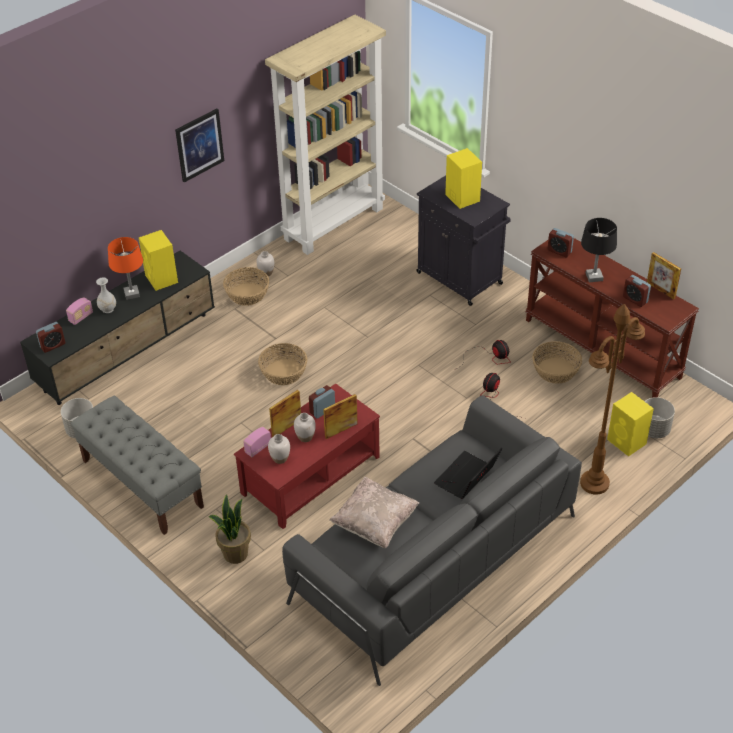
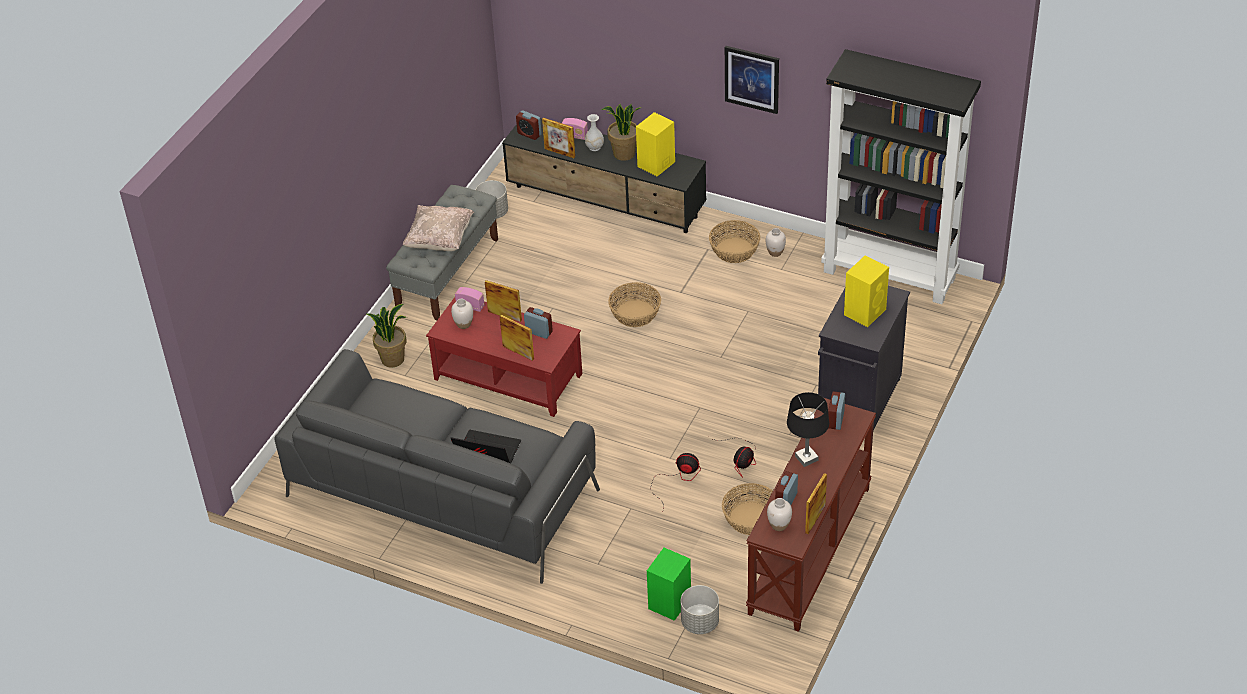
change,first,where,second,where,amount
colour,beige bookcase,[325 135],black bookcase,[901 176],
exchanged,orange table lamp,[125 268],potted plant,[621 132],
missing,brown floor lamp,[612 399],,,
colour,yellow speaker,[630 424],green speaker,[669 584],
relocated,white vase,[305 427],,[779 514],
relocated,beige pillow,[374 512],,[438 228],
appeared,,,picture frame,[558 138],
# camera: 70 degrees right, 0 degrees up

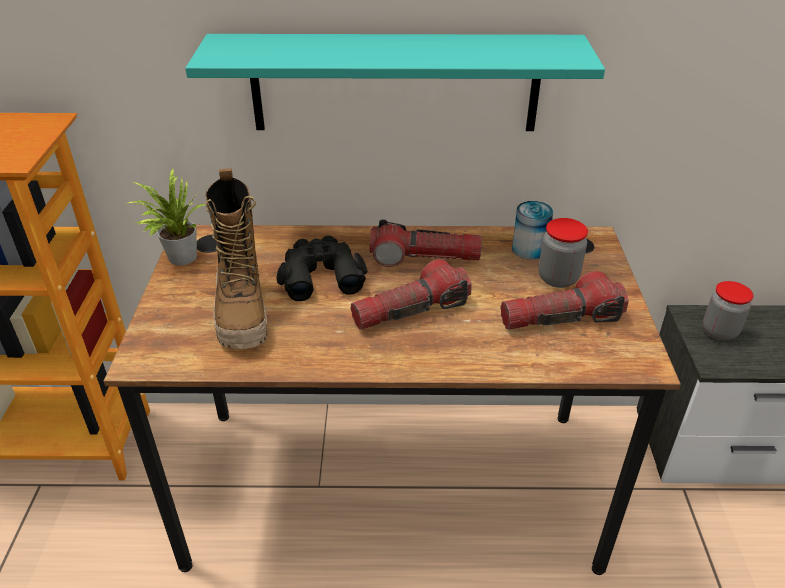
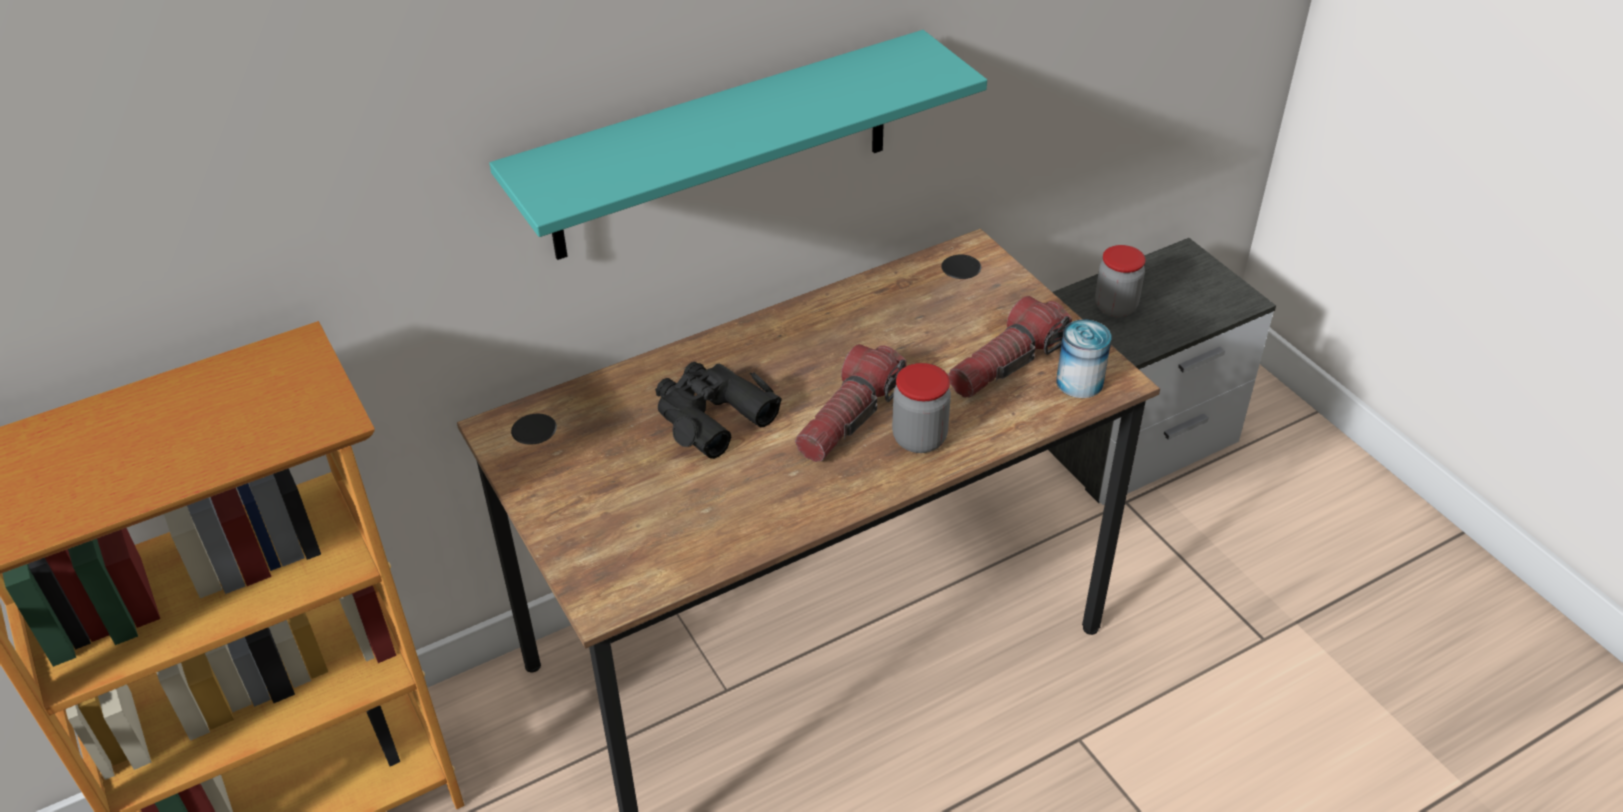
change,first,where,second,where,amount
missing,potted plant,[165 217],,,
missing,boot,[236 258],,,
relocated,can,[532 230],,[1083 358],
relocated,jar,[563 253],,[921 408],
missing,flashlight,[426 243],,,
# camera: 30 degrees left, 5 degrees up

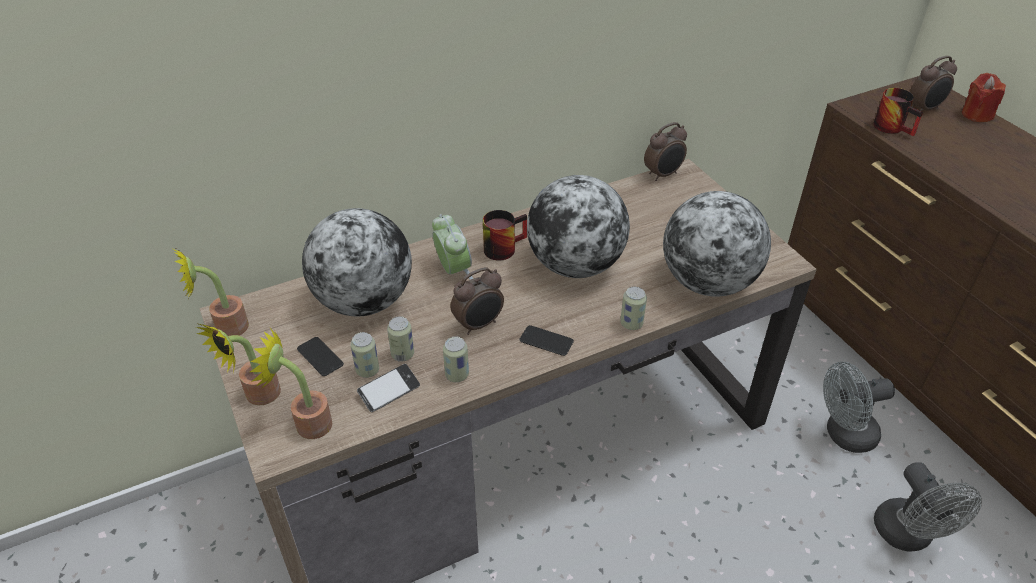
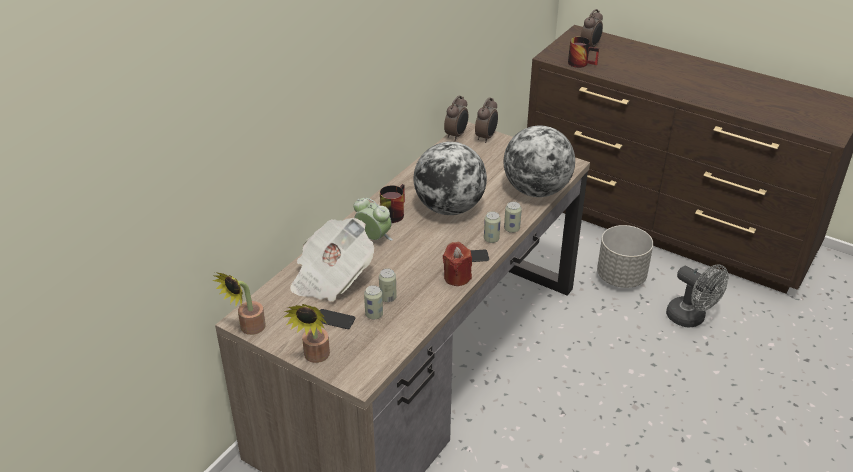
change,first,where,second,where,amount
relocated,red candle,[984 97],,[457 264],
exchanged,globe,[357 262],newspaper,[332 260],
relocated,alarm clock,[477 301],,[486 120],
missing,potted plant,[291 383],,,
relocated,can,[456 359],,[492 227],
exchanged,grey fan,[859 407],grey planter,[625 256],
missing,phone,[388 388],,,
# camera: 30 degrees left, 5 degrees down

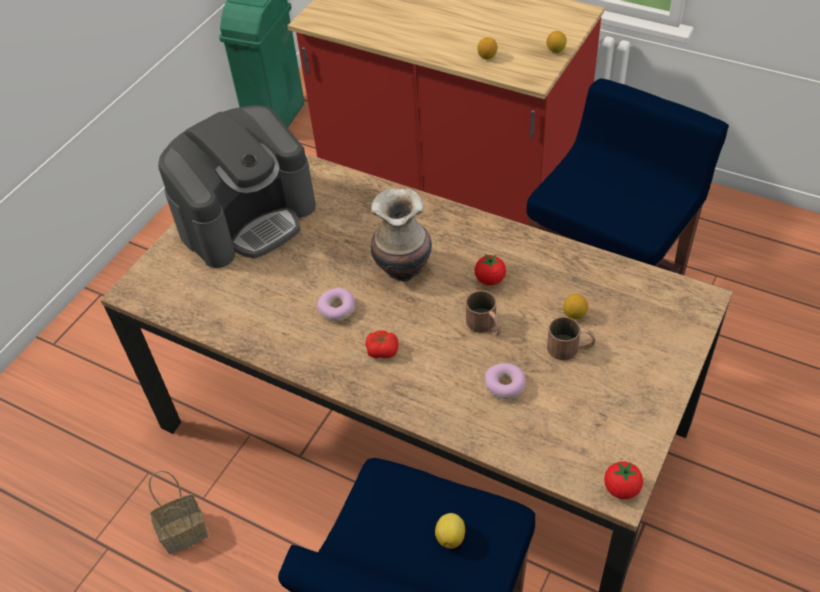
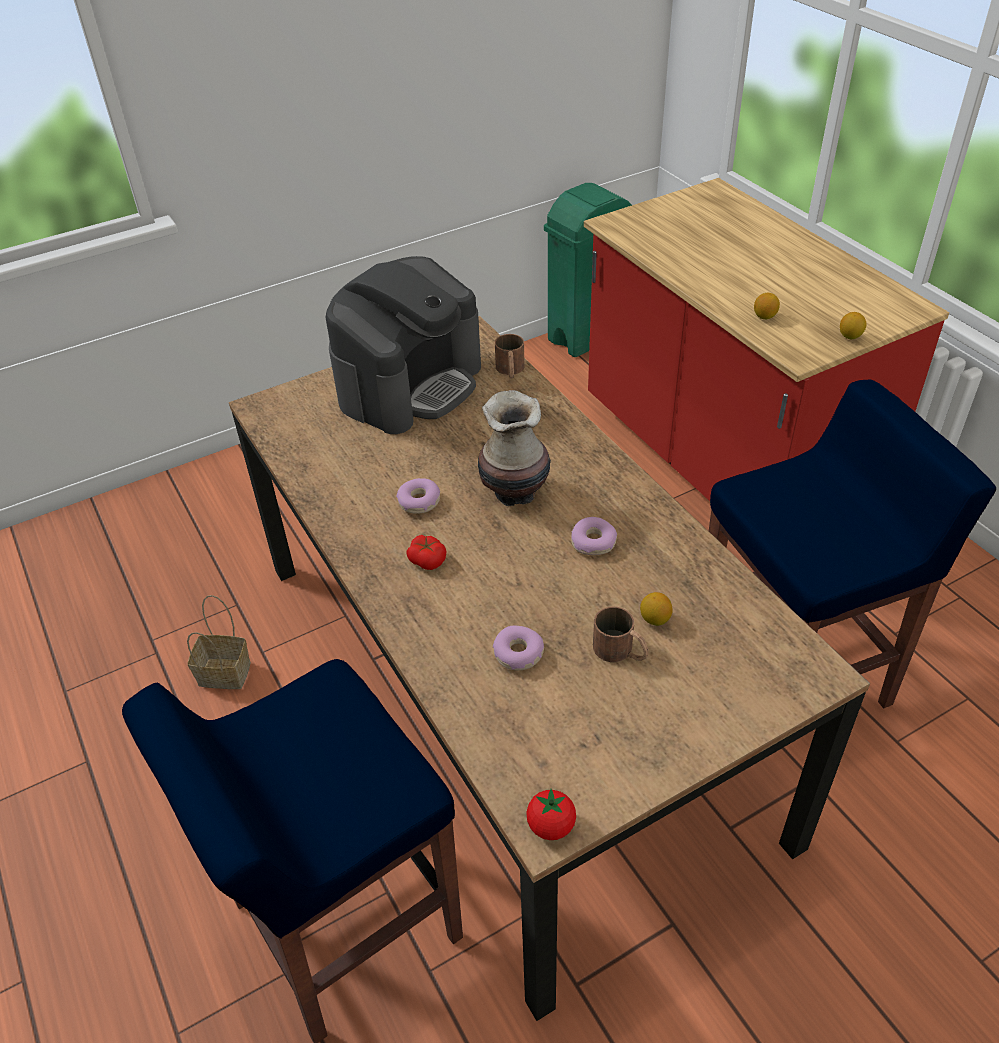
change,first,where,second,where,amount
spun,coffee machine,[237 186],,[403 345],45 degrees counterclockwise
exchanged,tomato,[490 269],donut,[594 536],
relocated,brown mug,[483 313],,[510 356],
missing,lemon,[450 531],,,
# camera: 30 degrees right, 5 degrees down

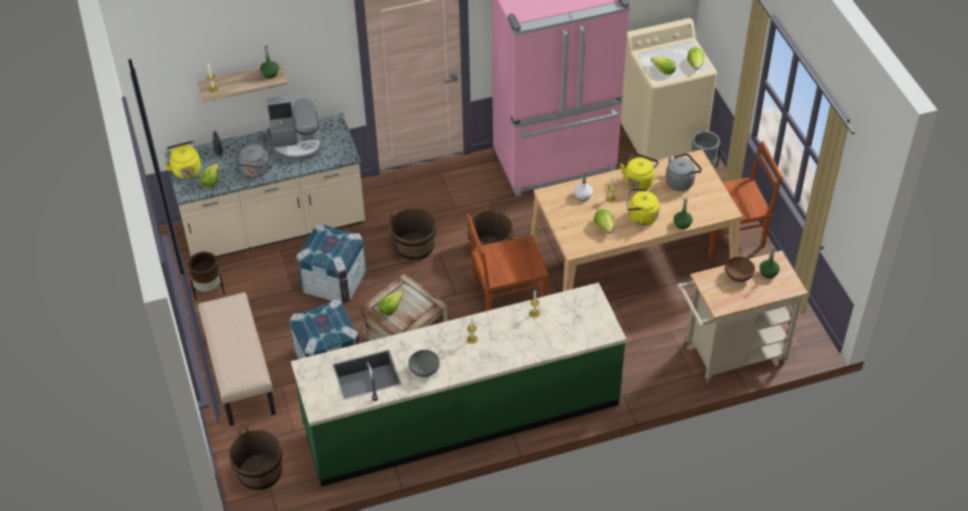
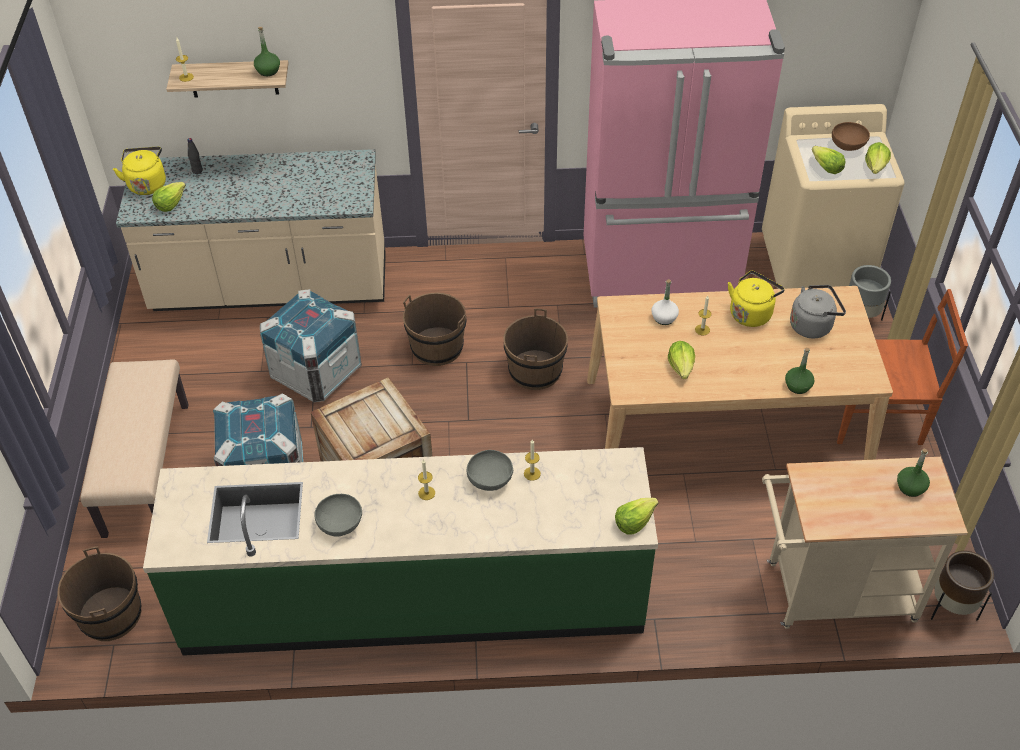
change,first,where,second,where,amount
missing,coffee machine,[295 126],,,
missing,grey kettle,[254 161],,,
missing,yellow kettle,[643 207],,,
missing,brown chair,[508 262],,,
relocated,brown planter,[206 276],,[962 586],
relocated,brown bowl,[740 269],,[851 136],
relocated,lettuce,[390 304],,[636 516],
appeared,,,grey bowl,[490 470],
# camera: 15 degrees right, 0 degrees up

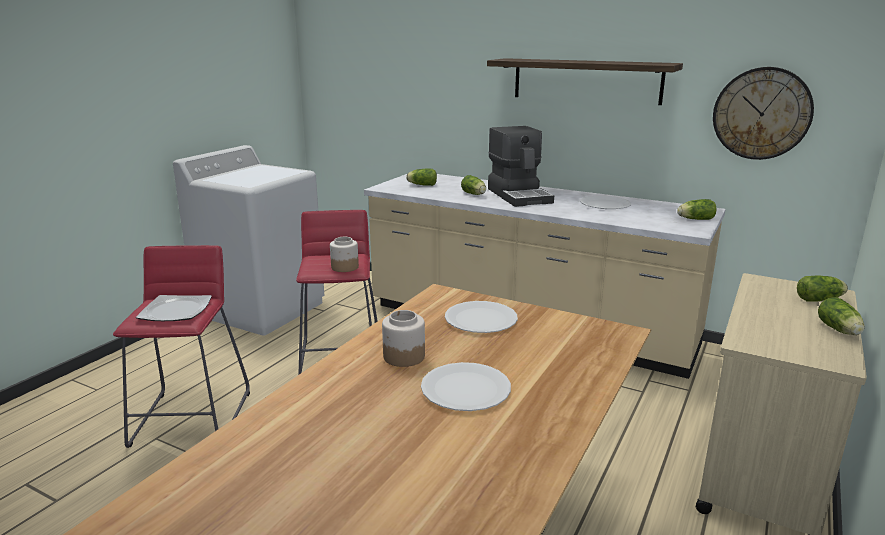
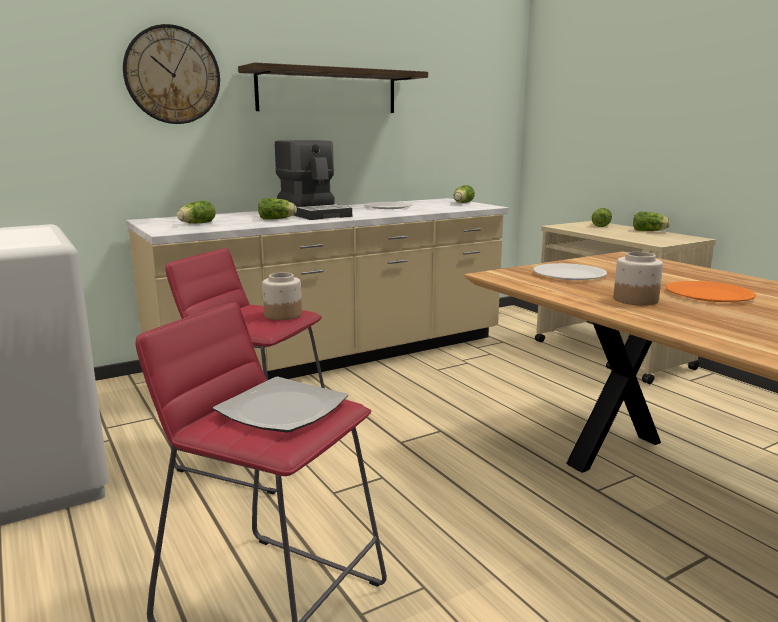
change,first,where,second,where,amount
relocated,wall clock,[763 113],,[171 74],
spun,coffee machine,[521 166],,[313 180],45 degrees clockwise
colour,white plate,[466 386],orange plate,[711 291],
# camera: 60 degrees left, 5 degrees down

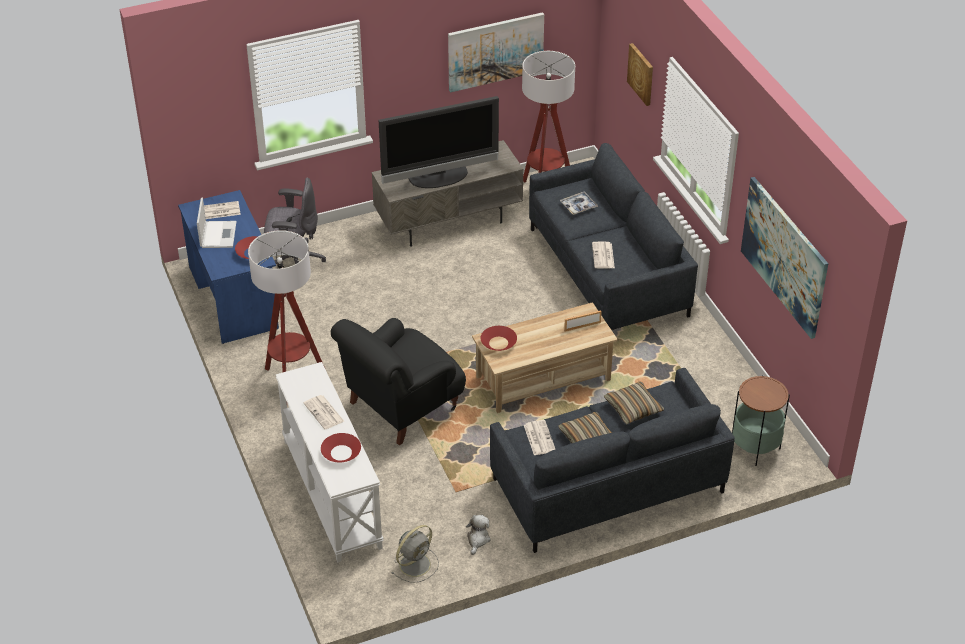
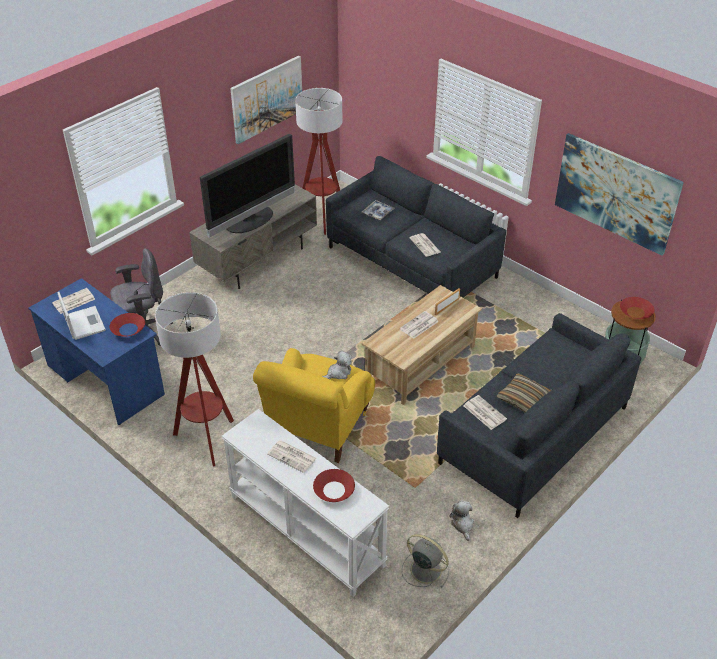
change,first,where,second,where,amount
missing,picture,[640 74],,,
colour,black armchair,[398 381],yellow armchair,[314 405],
relocated,red bowl,[498 338],,[637 308],
missing,pillow,[634 403],,,
spun,grey fan,[415 554],,[425 561],75 degrees counterclockwise
appeared,,,newspaper,[419 325],
appeared,,,plush toy,[337 365],
# camera: 25 degrees left, 0 degrees up

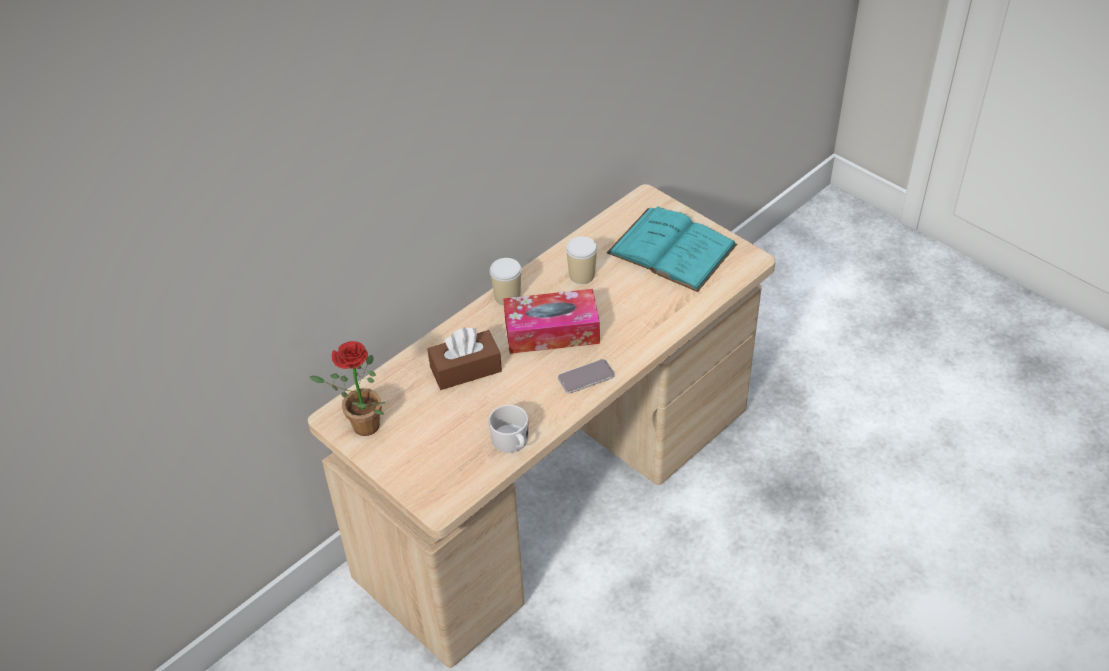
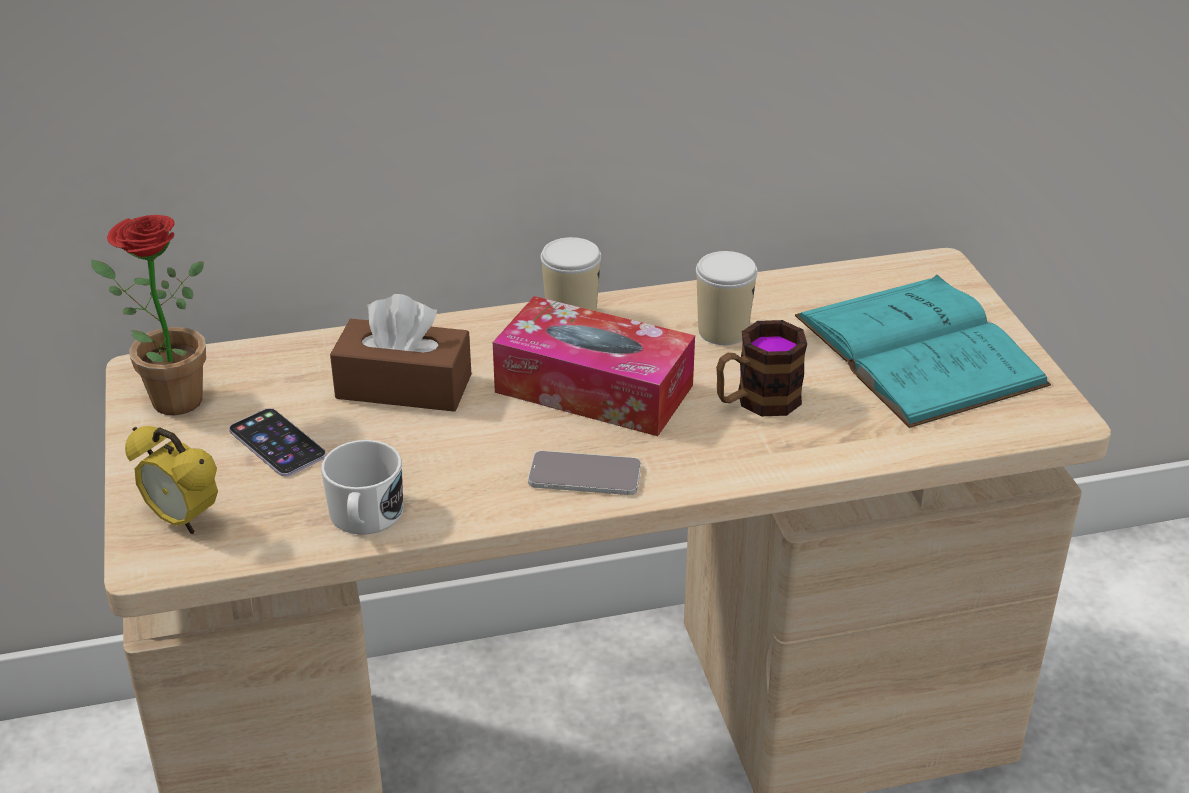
change,first,where,second,where,amount
appeared,,,mug,[761 368],
appeared,,,phone,[277 442],
appeared,,,alarm clock,[171 480],
# camera: 30 degrees right, 10 degrees down

